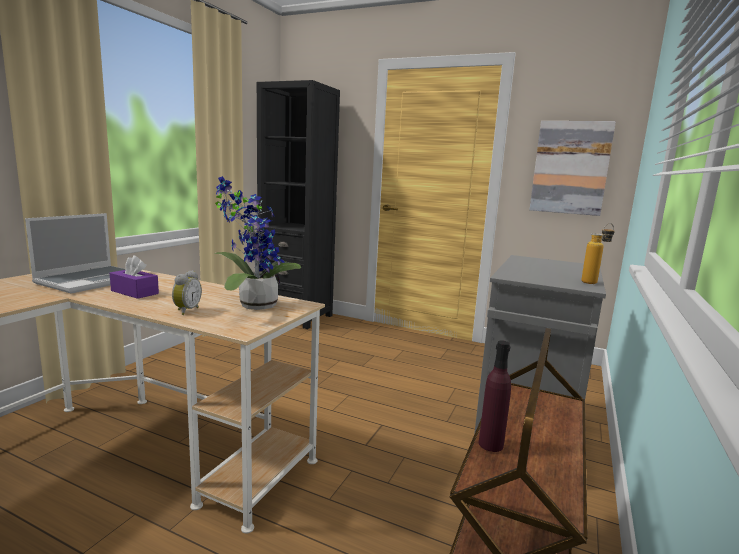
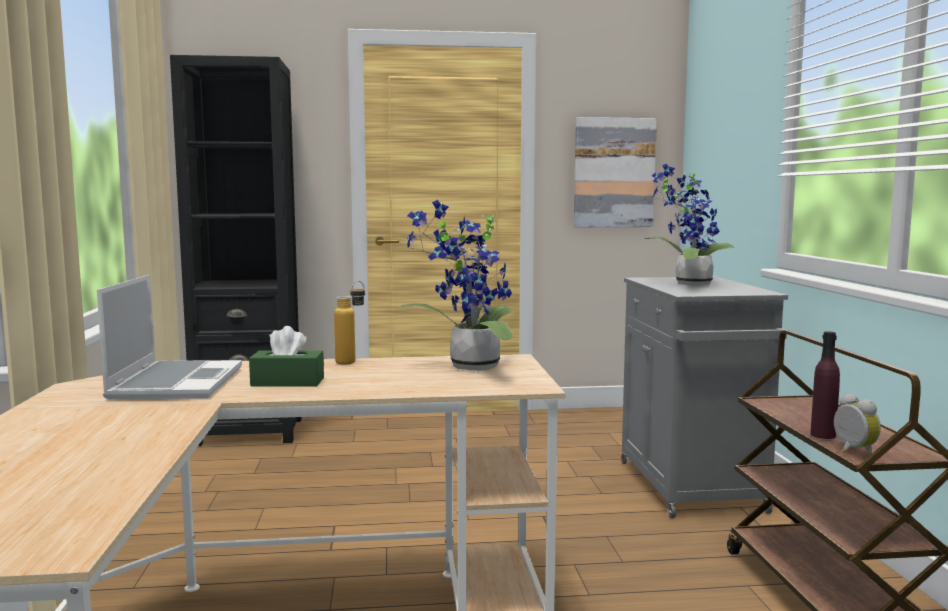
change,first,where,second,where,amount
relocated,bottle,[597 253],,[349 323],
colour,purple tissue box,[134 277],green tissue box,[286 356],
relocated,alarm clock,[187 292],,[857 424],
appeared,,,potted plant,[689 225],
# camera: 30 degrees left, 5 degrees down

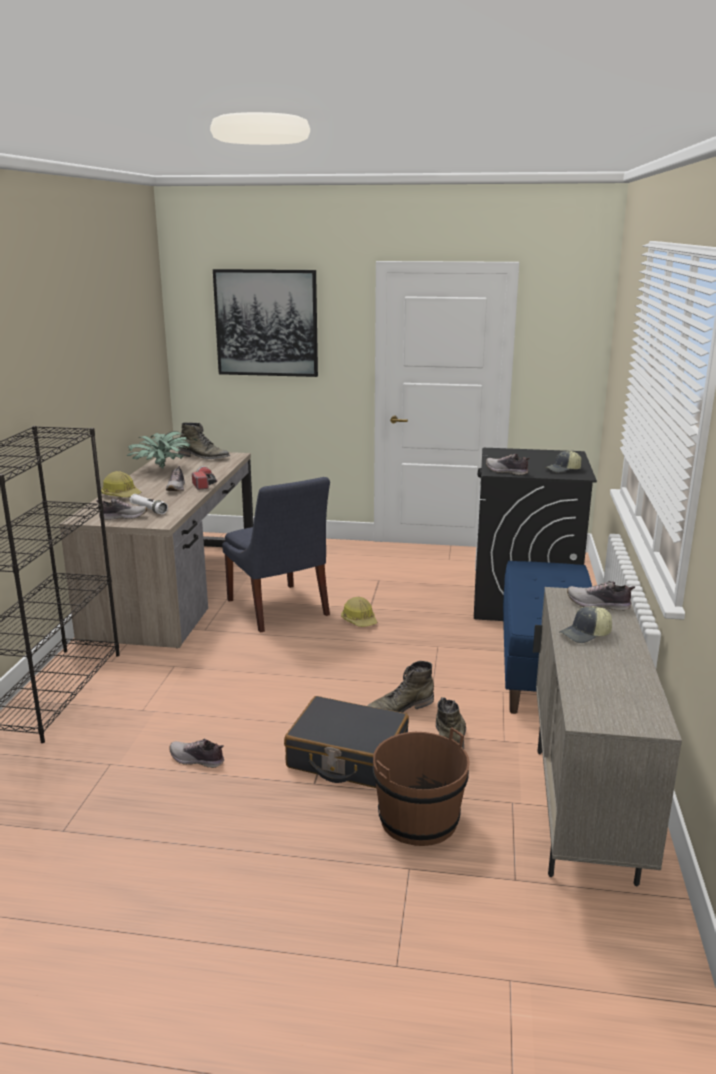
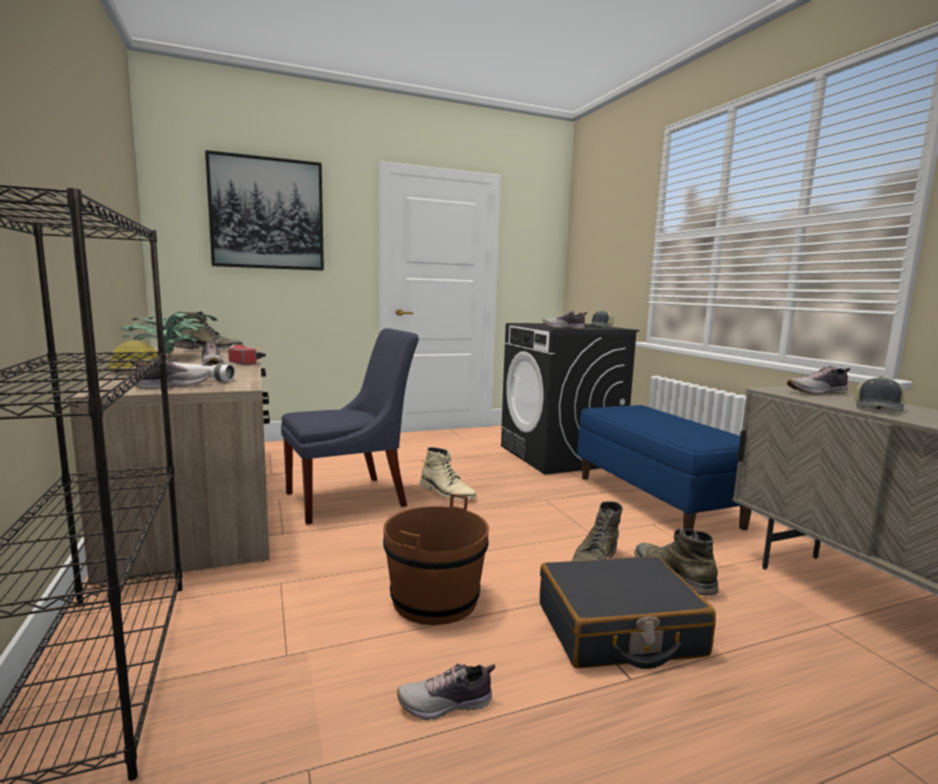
change,first,where,second,where,amount
spun,blue chair,[276 555],,[350 426],60 degrees counterclockwise
exchanged,hard hat,[359 612],beige boot,[448 473],
relocated,brown bucket,[421 786],,[436 559],
# camera: 30 degrees left, 10 degrees down

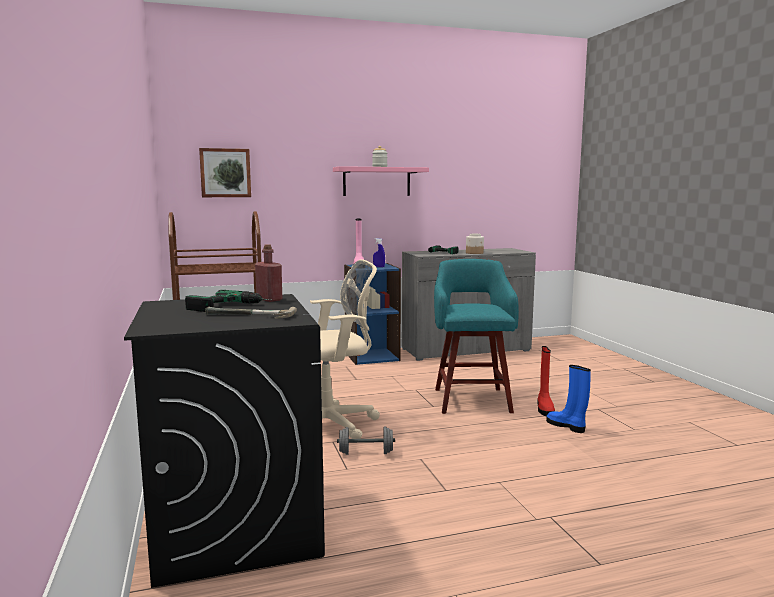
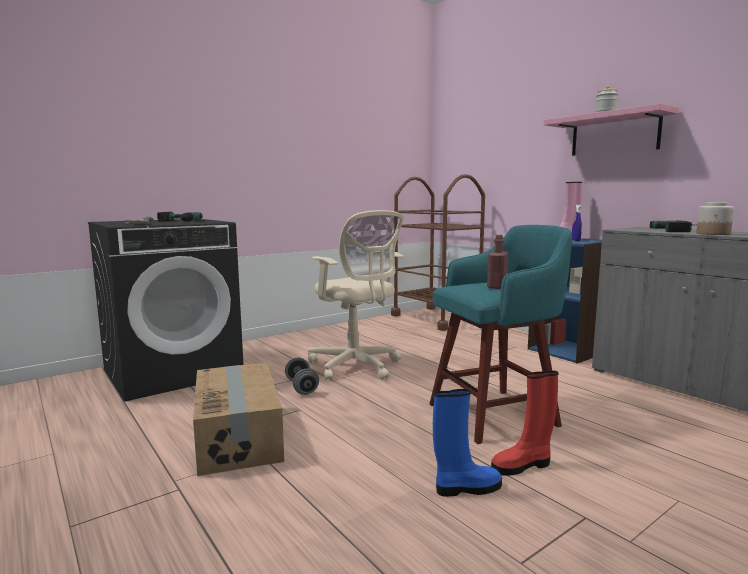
change,first,where,second,where,amount
missing,picture,[225 172],,,
relocated,red bottle,[268 273],,[498 262],
spun,blue boot,[568 399],,[467 443],45 degrees clockwise
appeared,,,cardboard box,[238 419],
# camera: 70 degrees right, 0 degrees up

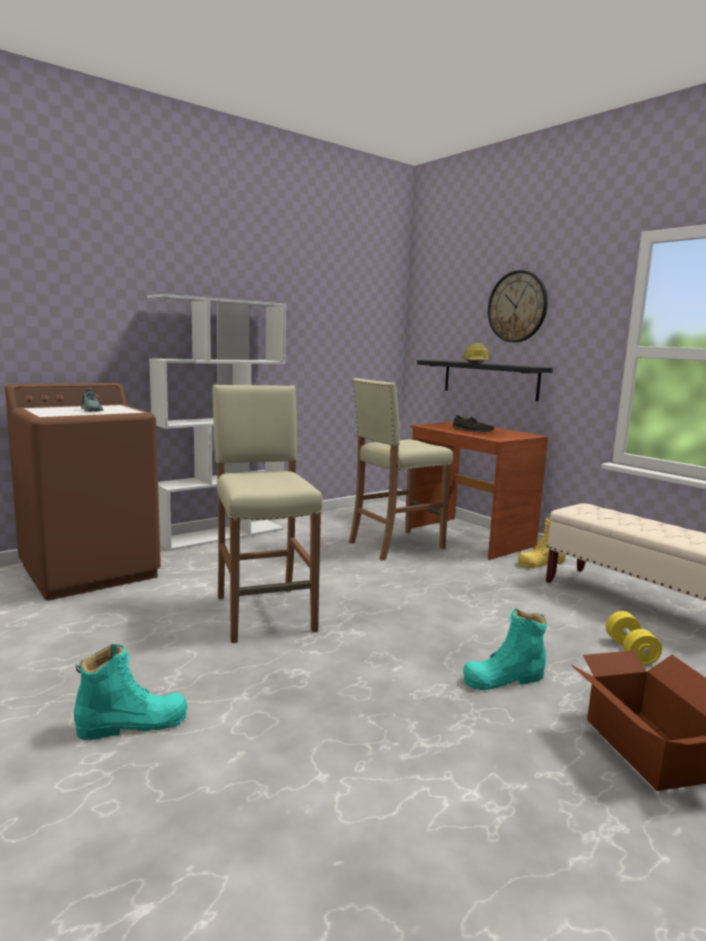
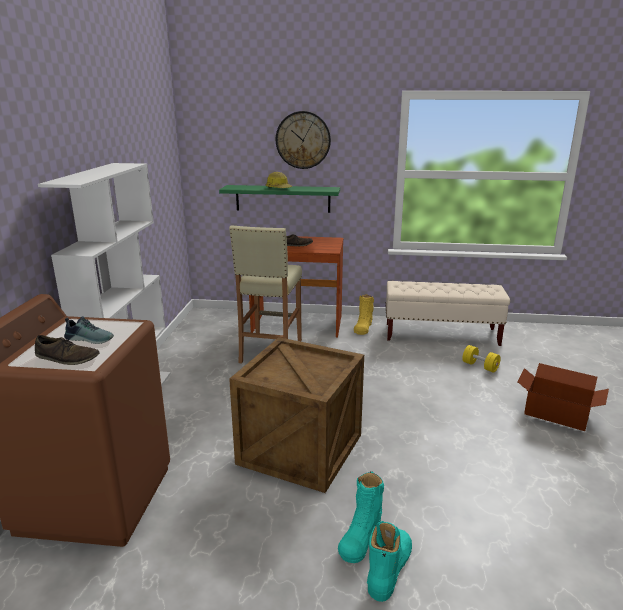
change,first,where,second,where,amount
colour,black shelf,[485 380],green shelf,[279 199],
exchanged,beige stool,[267 514],crate,[296 415],
relocated,turquoise boot,[505 649],,[361 517],
appeared,,,brown shoe,[67 350],
# camera: 45 degrees left, 10 degrees up

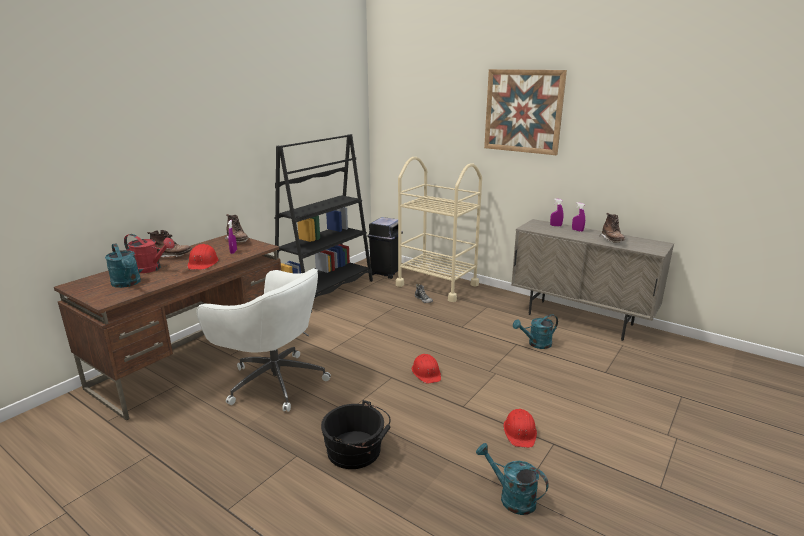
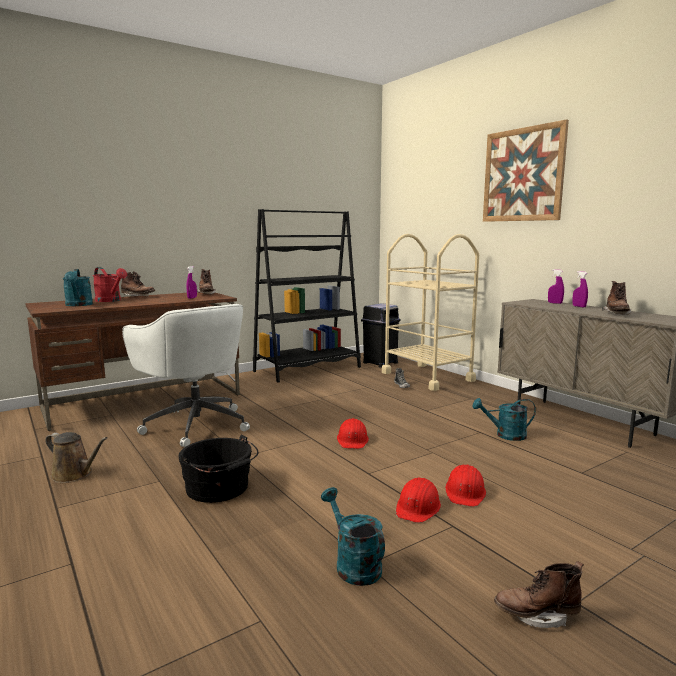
change,first,where,second,where,amount
relocated,red hard hat,[203 257],,[465 486],
appeared,,,brown watering can,[76 457],
appeared,,,brown boot,[539 594],
# camera: 20 degrees right, 10 degrees down

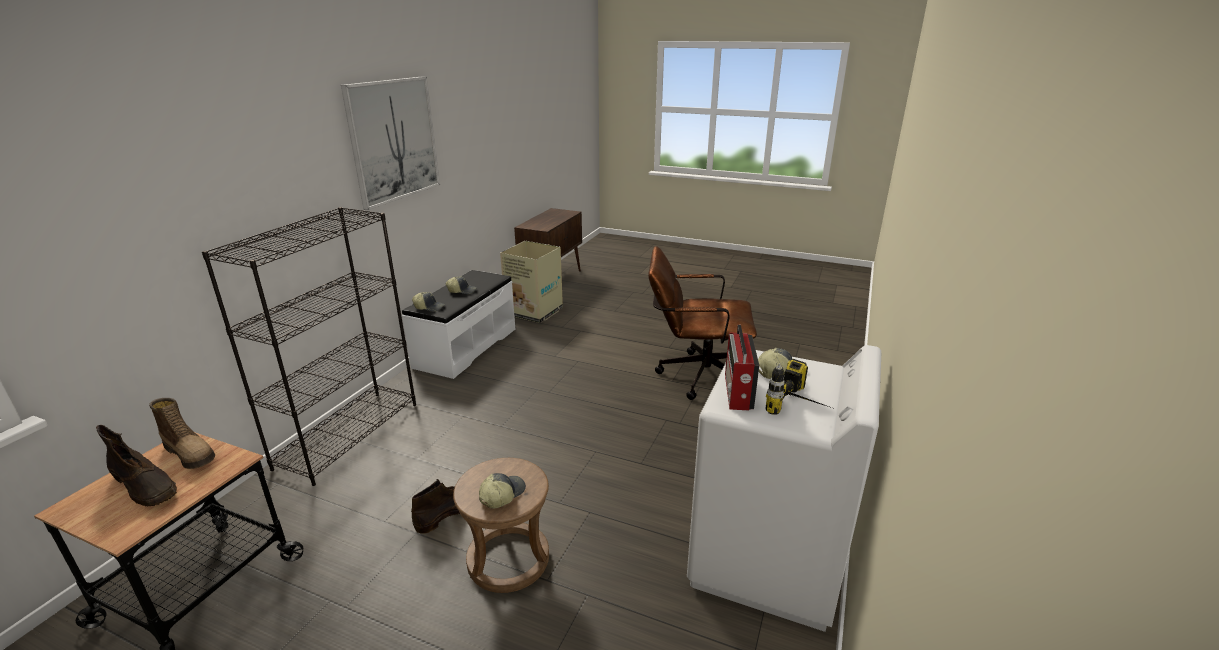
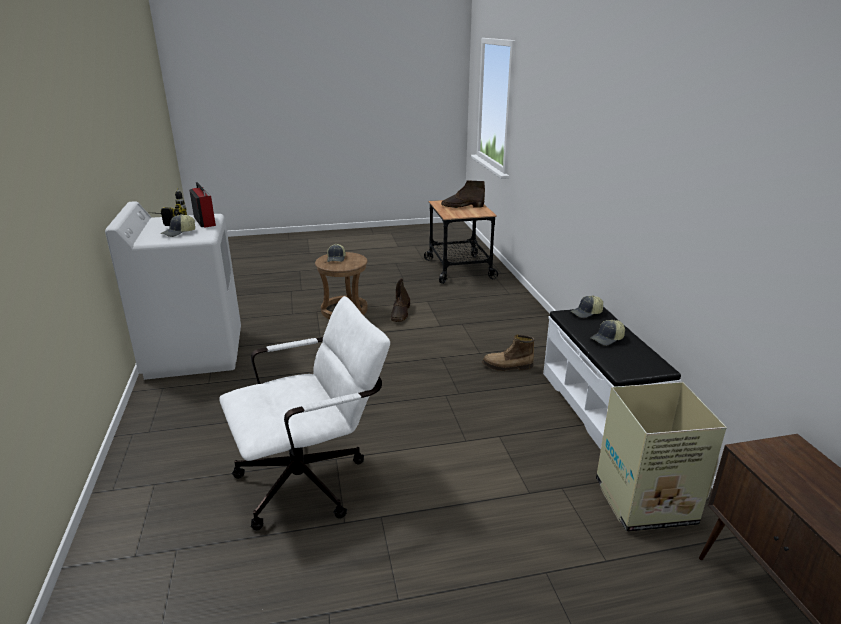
change,first,where,second,where,amount
missing,picture,[390 143],,,
missing,black bookcase,[309 346],,,
colour,brown office chair,[702 323],white office chair,[304 413],
relocated,boot,[182 433],,[508 353],
# camera: 145 degrees right, 0 degrees up

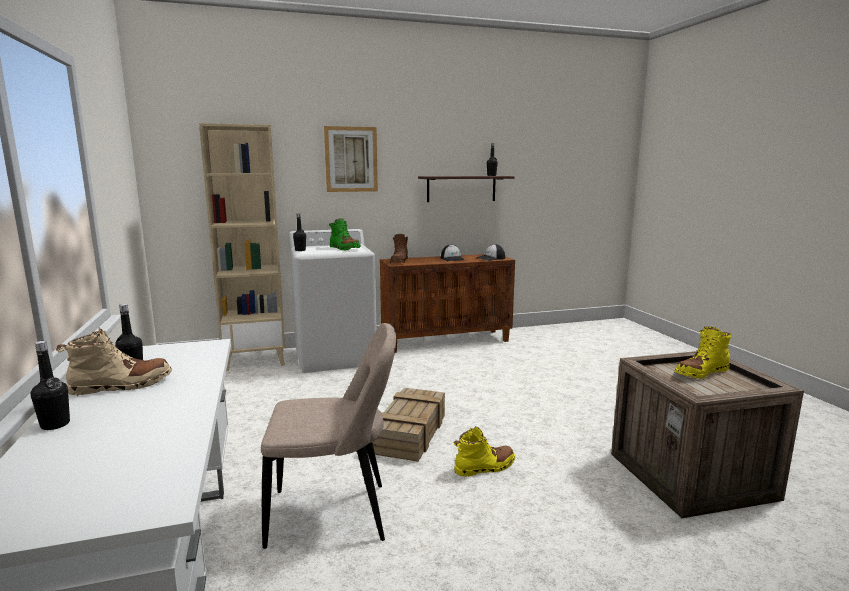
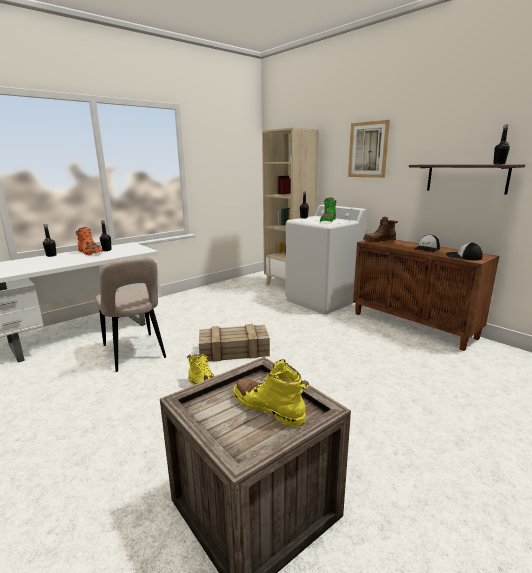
change,first,where,second,where,amount
colour,beige boot,[114 361],orange boot,[89 241],
# camera: 65 degrees right, 5 degrees up

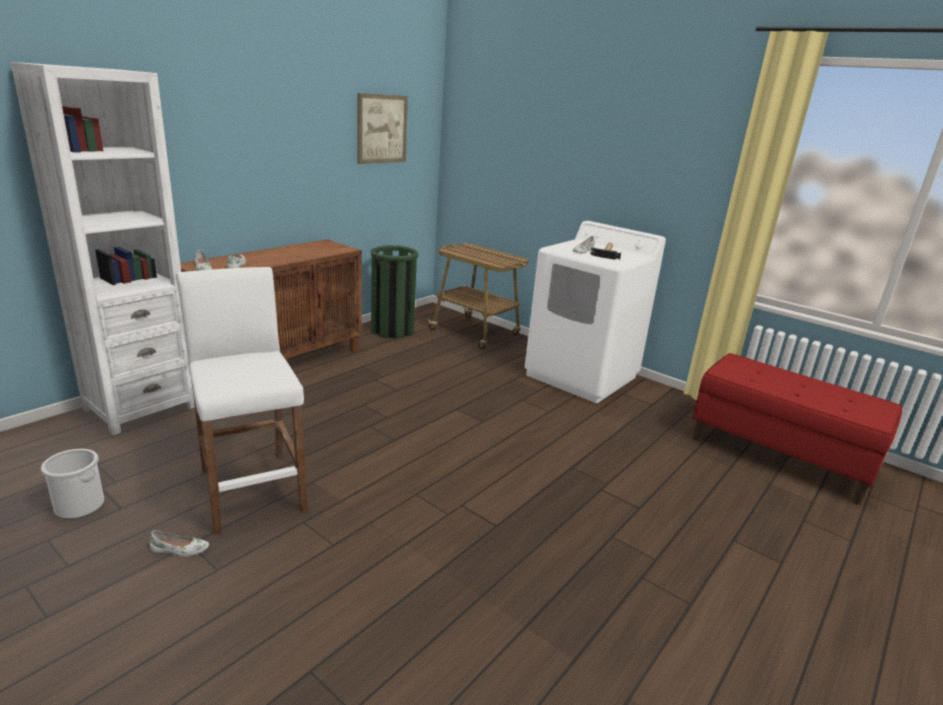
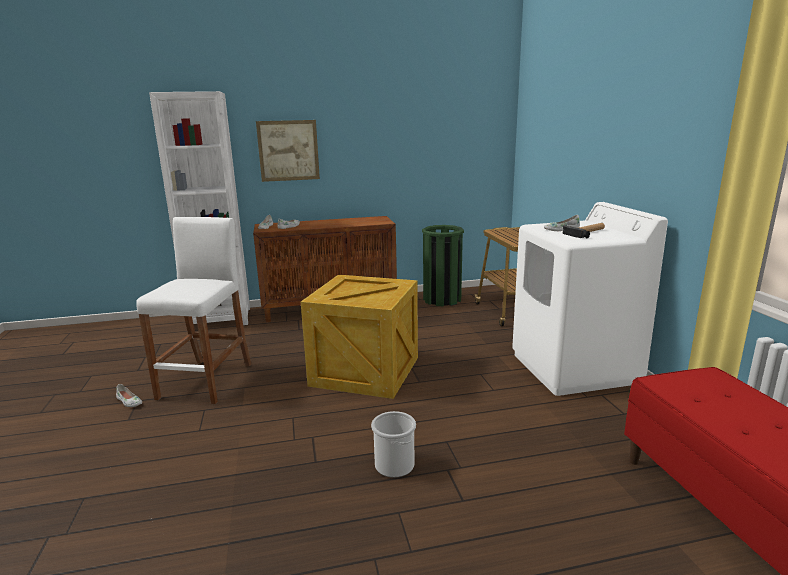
change,first,where,second,where,amount
relocated,picture,[382 128],,[288 151],
relocated,bucket,[72 484],,[393 444],
appeared,,,crate,[359 337],
# camera: 40 degrees right, 5 degrees down

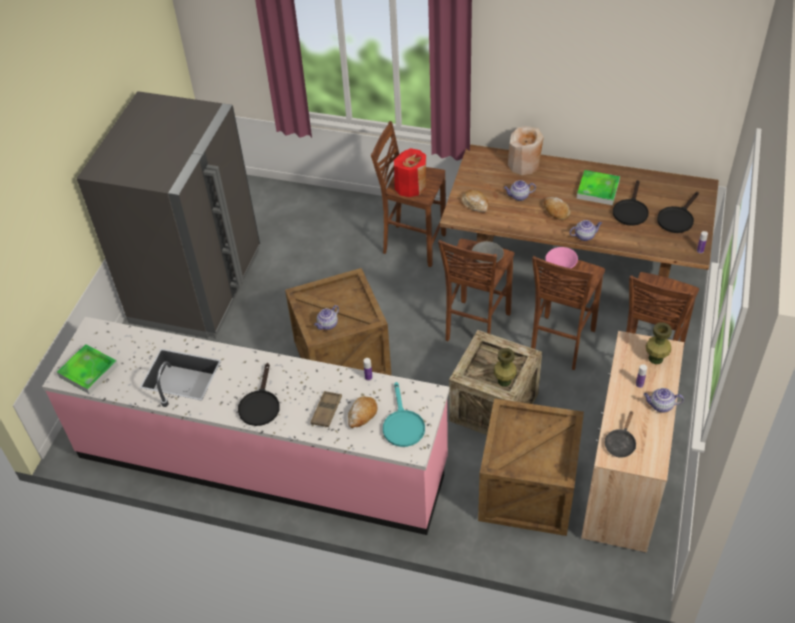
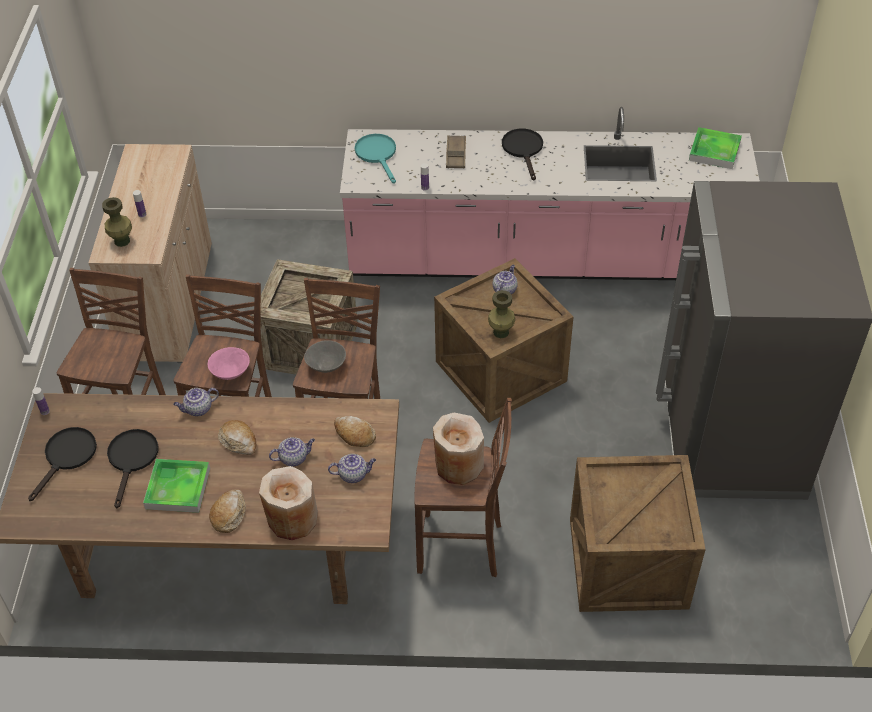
change,first,where,second,where,amount
colour,red vase,[410 172],beige vase,[458 449],
relocated,green vase,[505 367],,[501 314],
relocated,teapot,[663 400],,[352 468],
relocated,bread,[363 412],,[227 511],
relocated,crate,[531 467],,[638 533],
missing,black frying pan,[620 434],,,
# camera: 165 degrees right, 0 degrees up

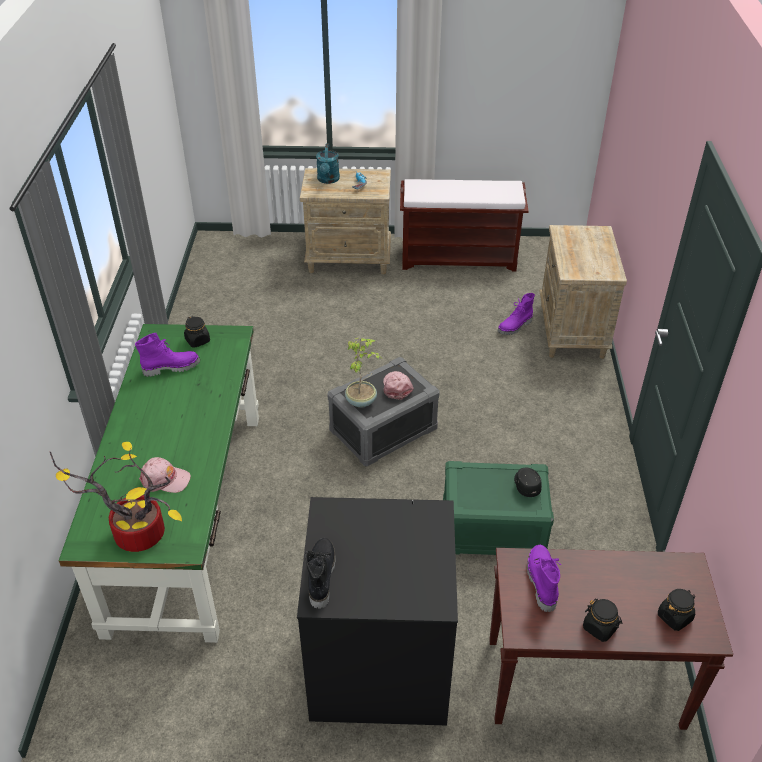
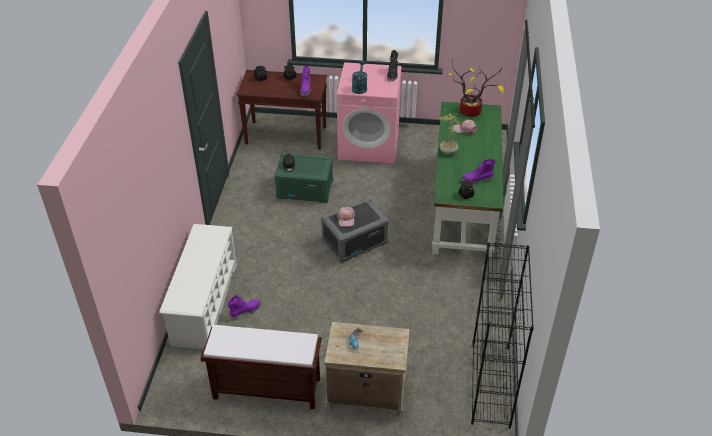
change,first,where,second,where,amount
relocated,turquoise watering can,[328 163],,[359 77],
exchanged,beige nightstand,[583 292],white shoe rack,[198 286],
relocated,potted plant,[363 372],,[449 134],
colour,black washing machine,[377 611],pink washing machine,[369 113],
appeared,,,black bookcase,[502 335],
# camera: 175 degrees left, 0 degrees up

